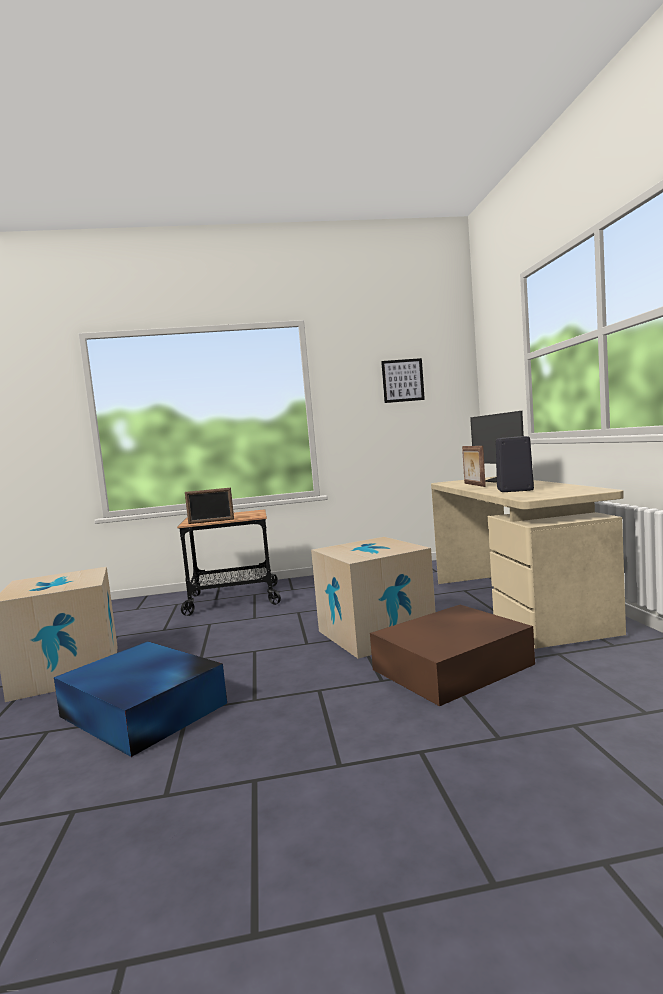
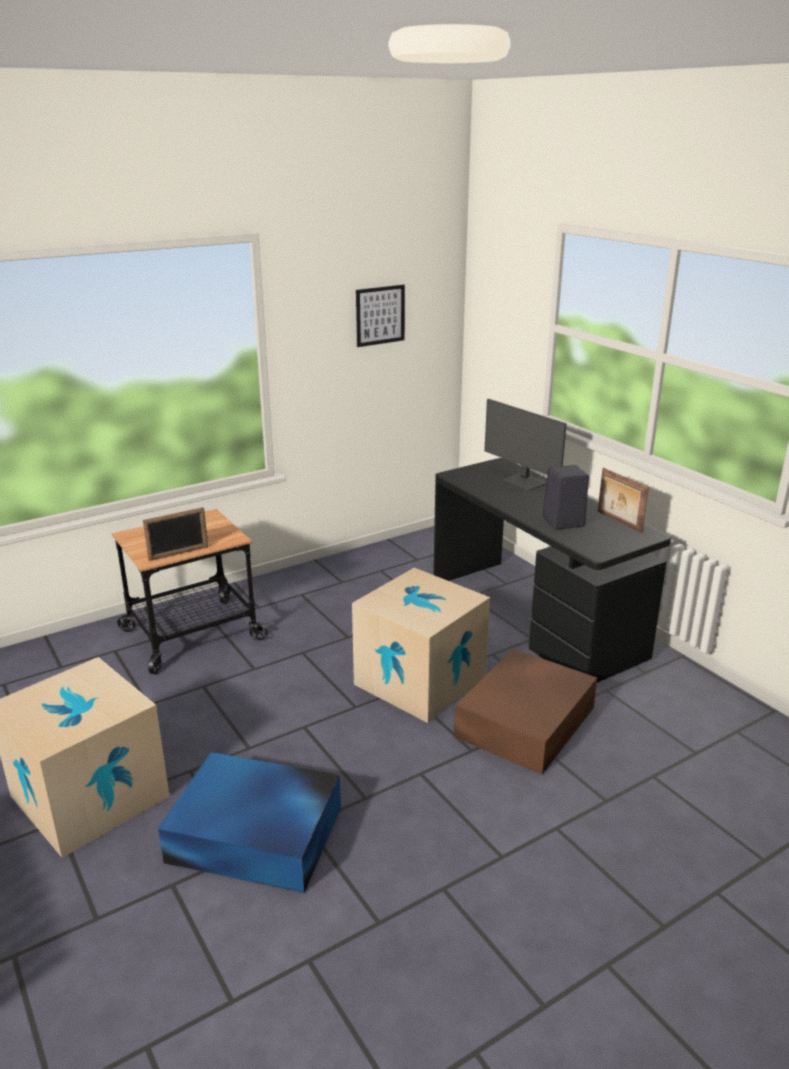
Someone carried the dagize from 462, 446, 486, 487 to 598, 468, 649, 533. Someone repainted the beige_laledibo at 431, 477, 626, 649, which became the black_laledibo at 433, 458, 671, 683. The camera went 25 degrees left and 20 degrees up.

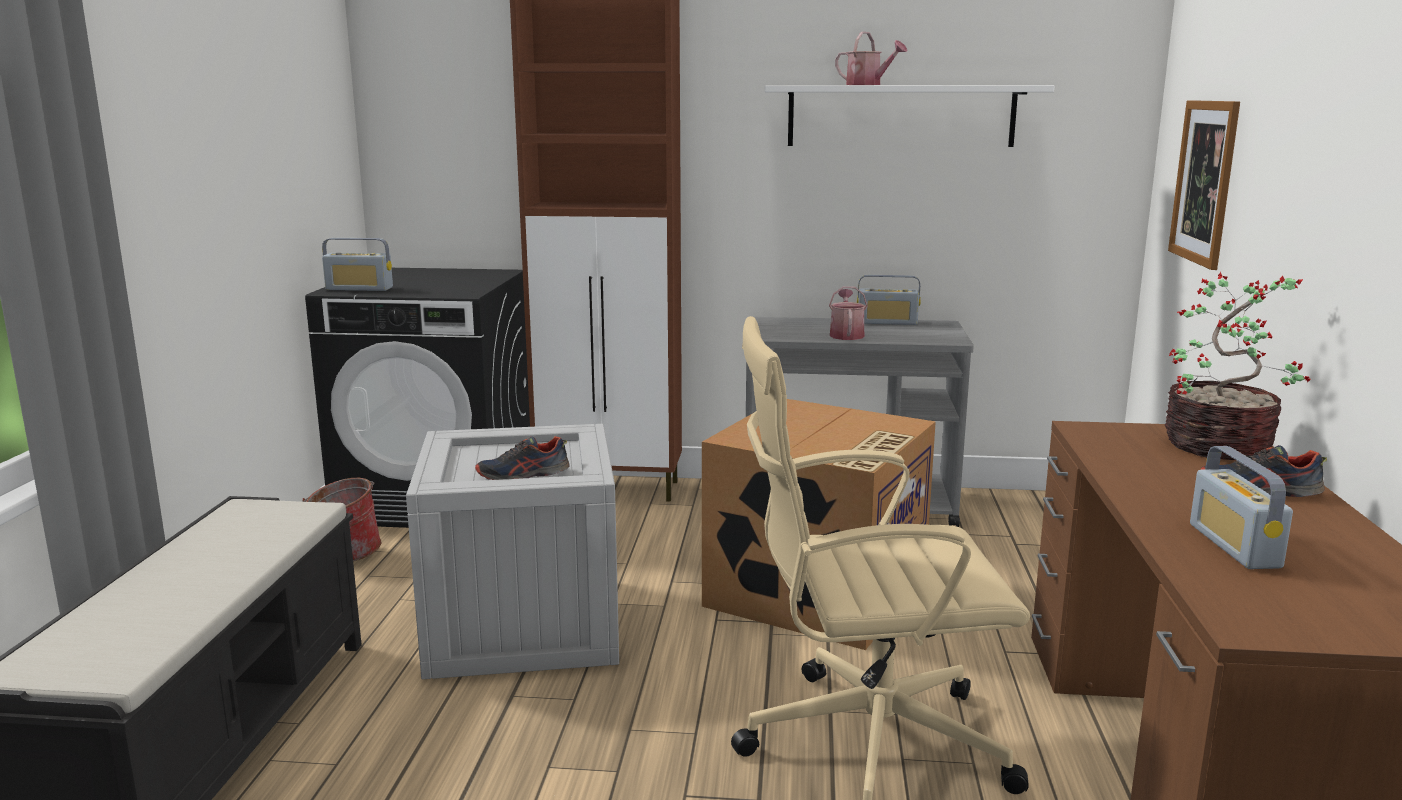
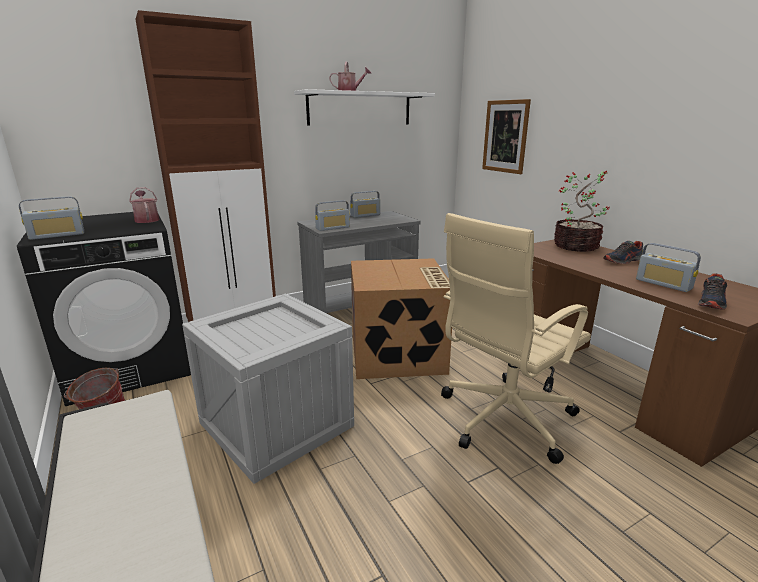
Someone carried the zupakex from 829, 286, 868, 340 to 129, 187, 159, 223. Someone carried the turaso from 475, 436, 570, 480 to 698, 274, 727, 310. Someone put down the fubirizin at 315, 200, 350, 231. The camera went 35 degrees left and 5 degrees up.

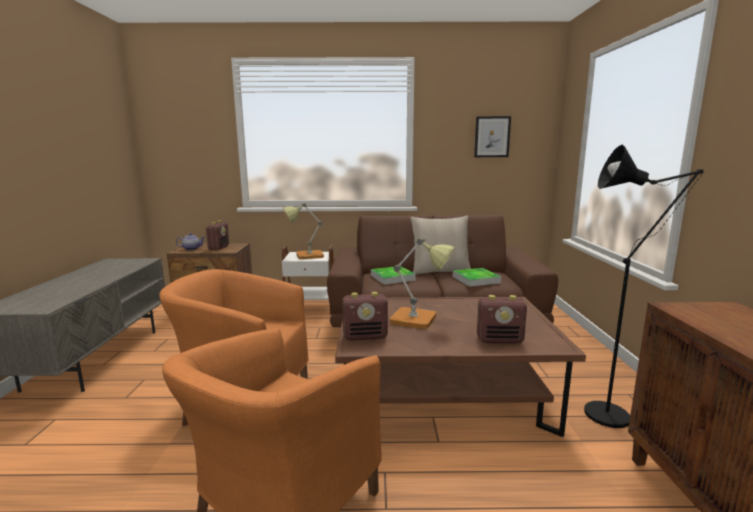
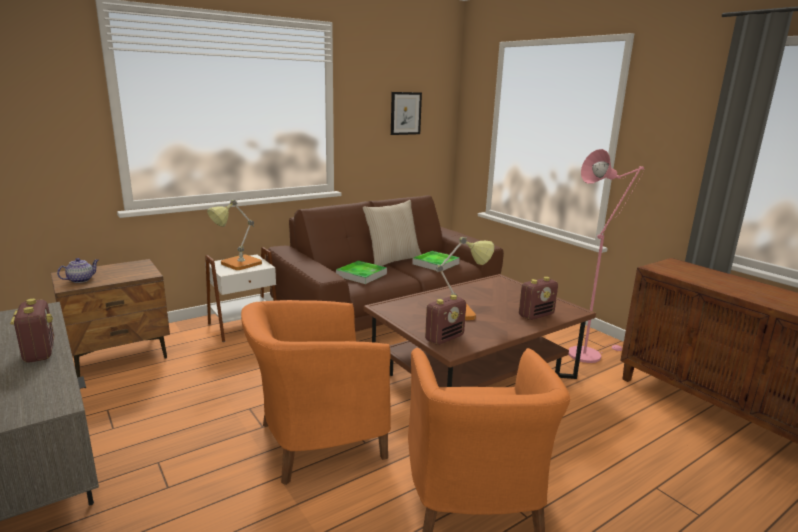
Someone repainted the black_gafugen at 584, 145, 704, 428, which became the pink_gafugen at 568, 149, 645, 363. Someone carried the fubirizin from 206, 220, 229, 250 to 10, 299, 54, 362. The camera went 35 degrees left and 5 degrees up.

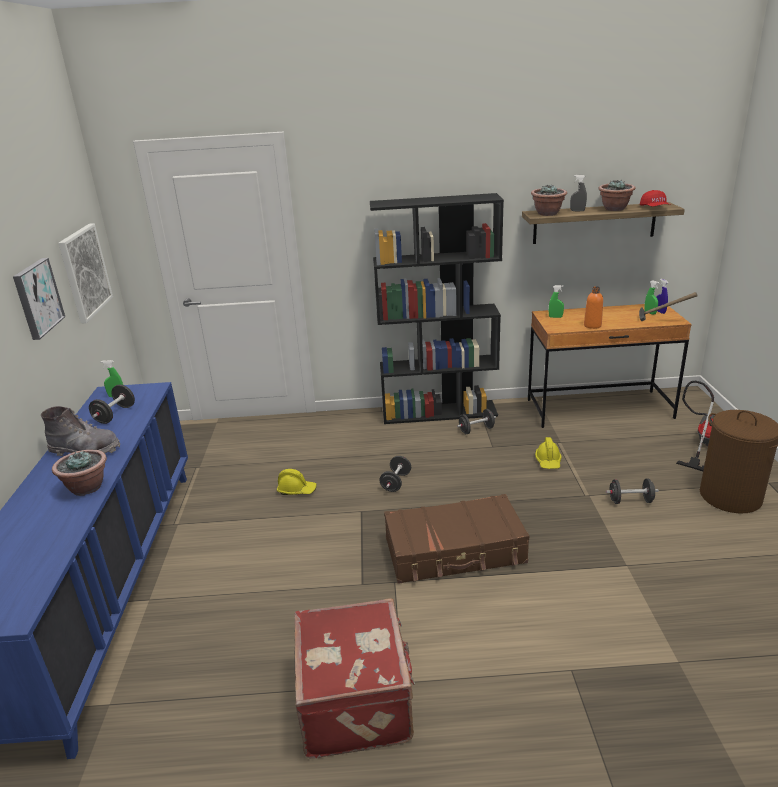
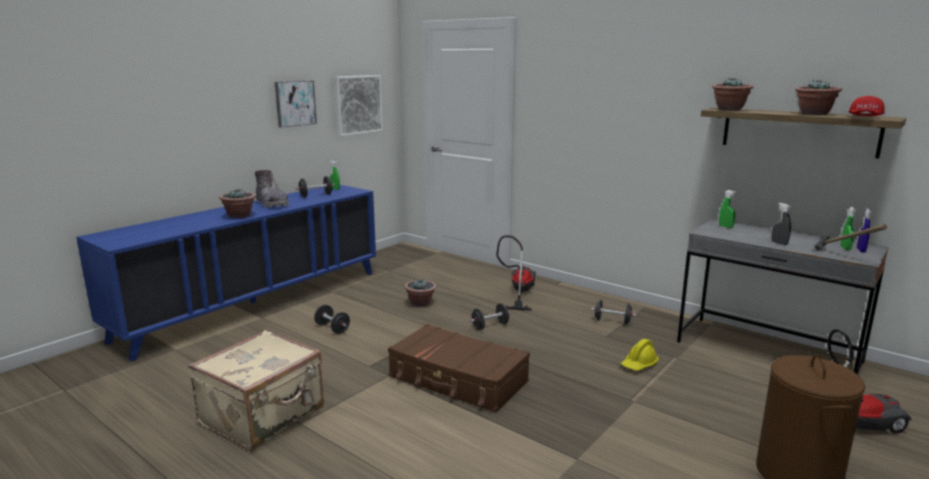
Someone carried the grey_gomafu from 570, 175, 587, 211 to 771, 203, 791, 245. Someone took away the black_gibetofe at 370, 193, 504, 424. Someone took away the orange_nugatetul at 584, 286, 603, 329. Someone repainted the brown_laledibo at 528, 304, 692, 428, which became the grey_laledibo at 677, 219, 889, 374. Someone swapped the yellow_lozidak at 277, 469, 317, 495 for the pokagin at 405, 280, 436, 307. Someone carried the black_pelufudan from 606, 478, 659, 504 to 314, 305, 350, 334. Someone repainted the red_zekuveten at 294, 598, 415, 759, which became the beige_zekuveten at 188, 330, 324, 450. Someone put down the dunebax at 496, 235, 536, 311. The camera went 40 degrees right and 10 degrees down.

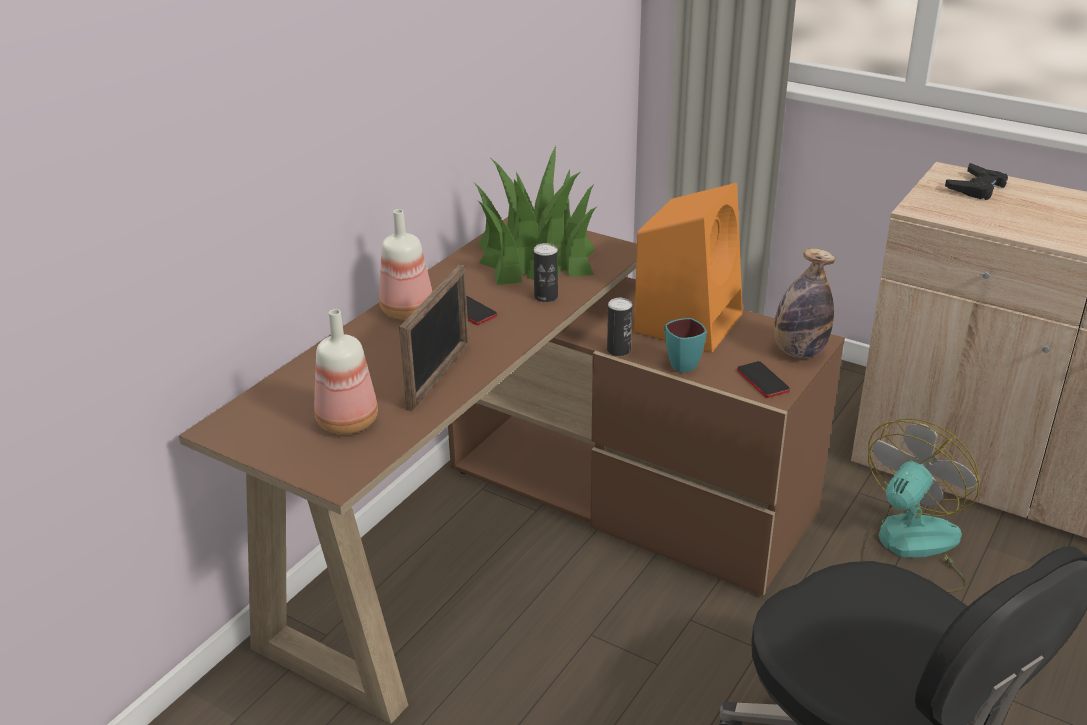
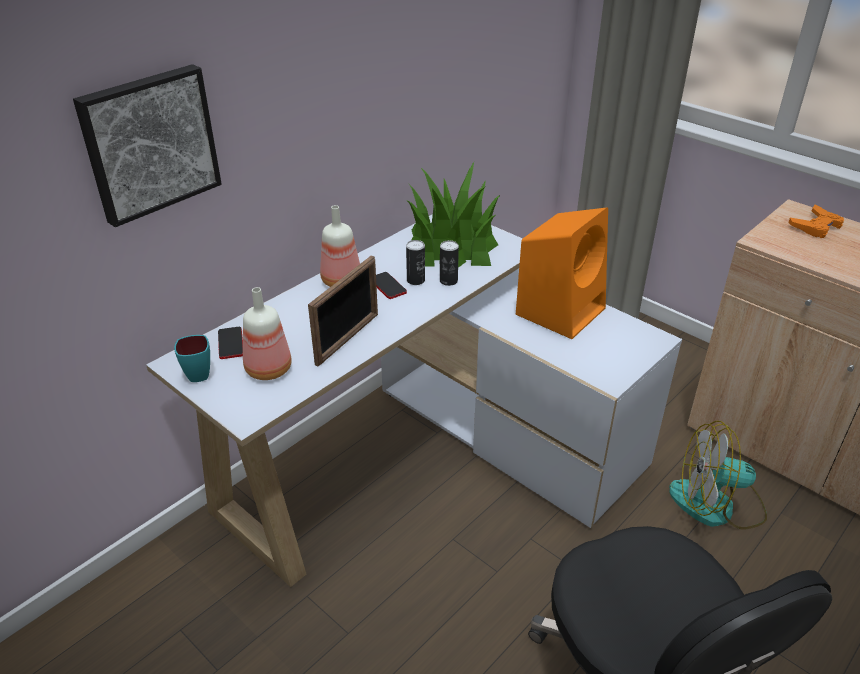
Someone repainted the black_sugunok at 945, 163, 1008, 200, which became the orange_sugunok at 788, 205, 844, 238. Someone repainted the brown_laledibo at 179, 217, 845, 724, which became the white_laledibo at 146, 214, 682, 587. Someone took away the nugatetul at 774, 248, 835, 358. Someone carried the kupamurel from 607, 298, 632, 356 to 406, 240, 425, 285. Someone carried the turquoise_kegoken from 664, 318, 706, 373 to 174, 335, 210, 382. Someone carried the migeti from 737, 361, 790, 398 to 218, 327, 243, 359. Someone rotated the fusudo at 861, 418, 979, 593 by 135 degrees counterclockwise. Someone put up the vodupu at 73, 64, 222, 227. The camera went 10 degrees right and 5 degrees up.

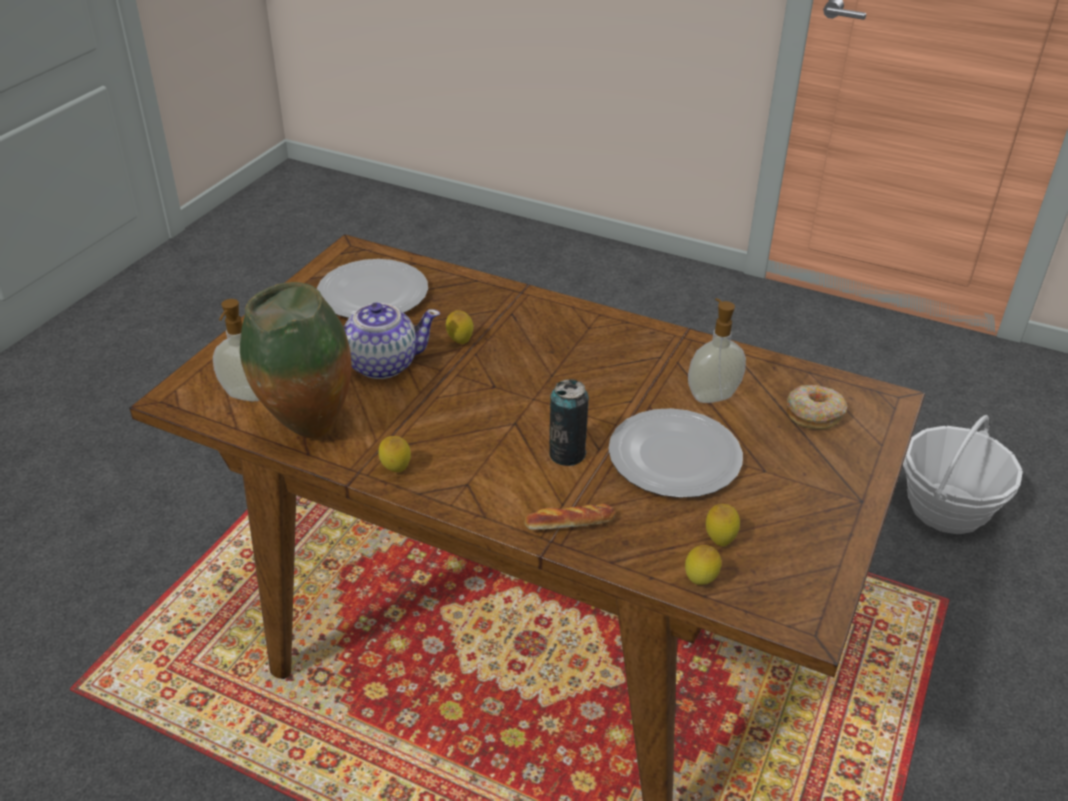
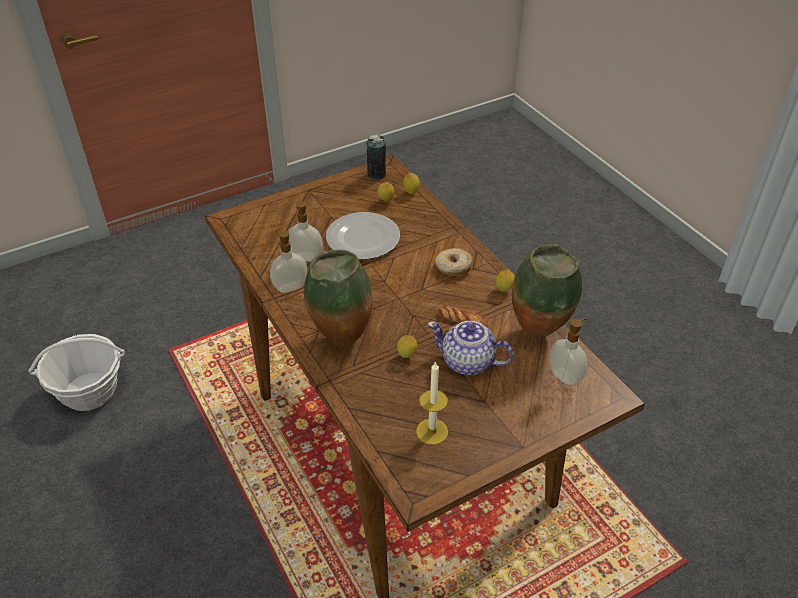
Someone swapped the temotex at 317, 259, 428, 318 for the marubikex at 416, 361, 448, 445. Someone carried the kupamurel from 549, 379, 589, 466 to 366, 134, 386, 180. Someone carried the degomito from 787, 385, 847, 429 to 435, 248, 473, 276. Someone carried the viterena from 525, 504, 616, 530 to 438, 305, 488, 327. Someone put down the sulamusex at 270, 229, 307, 293. Someone put down the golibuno at 304, 250, 373, 348. The camera went 145 degrees left and 5 degrees up.

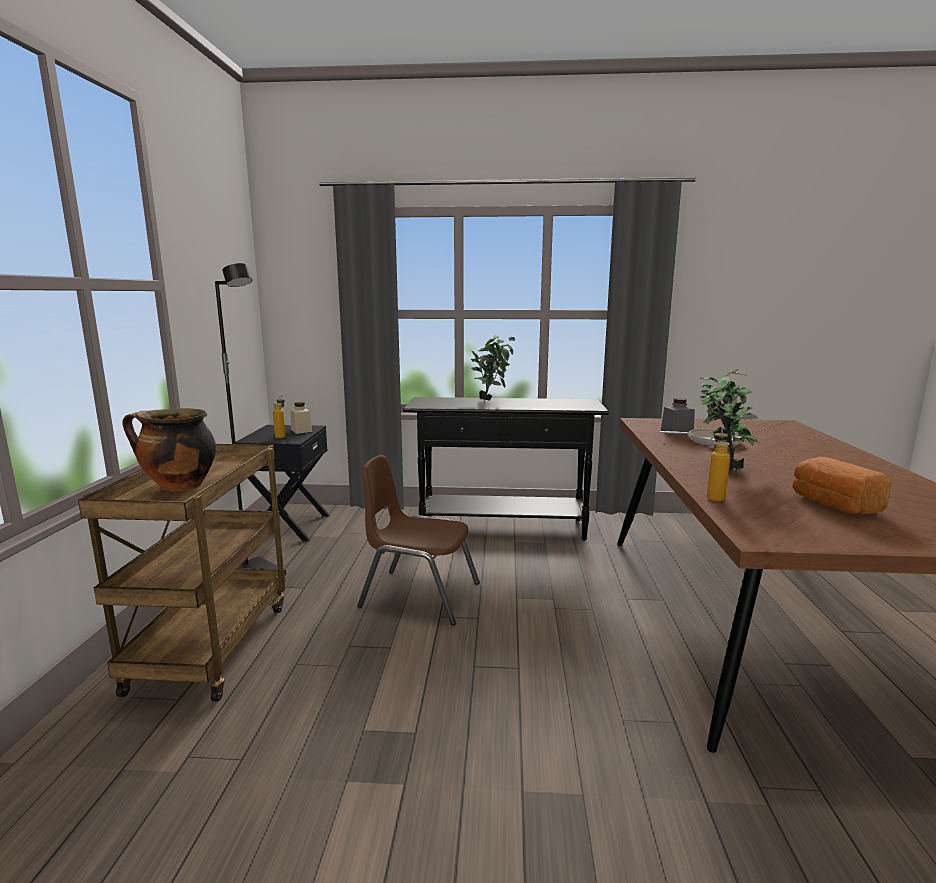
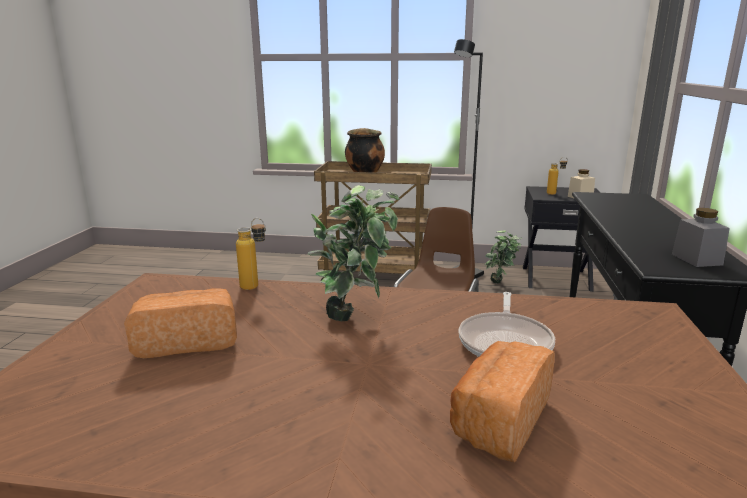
Someone carried the pokagin from 471, 335, 515, 401 to 484, 230, 522, 284. Someone carried the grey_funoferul from 661, 398, 695, 436 to 672, 208, 730, 267. Someone put down the viterena at 450, 341, 555, 463. The camera went 95 degrees right and 5 degrees up.

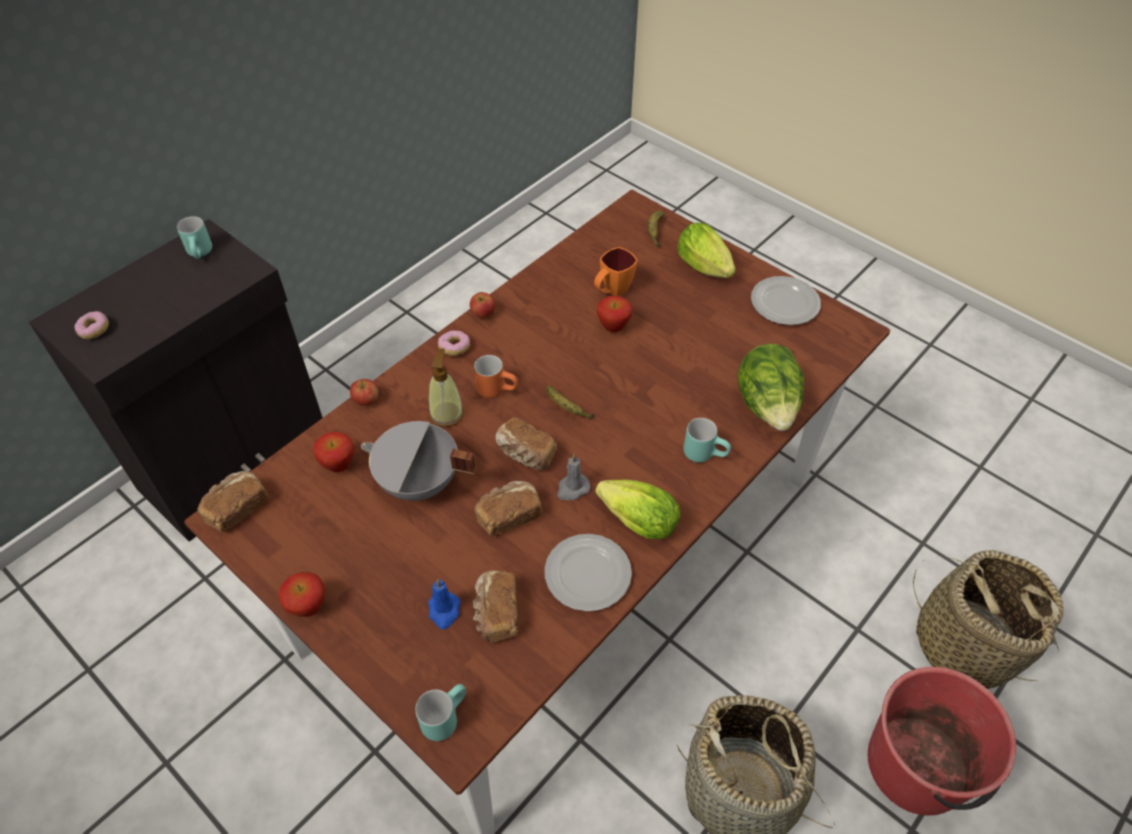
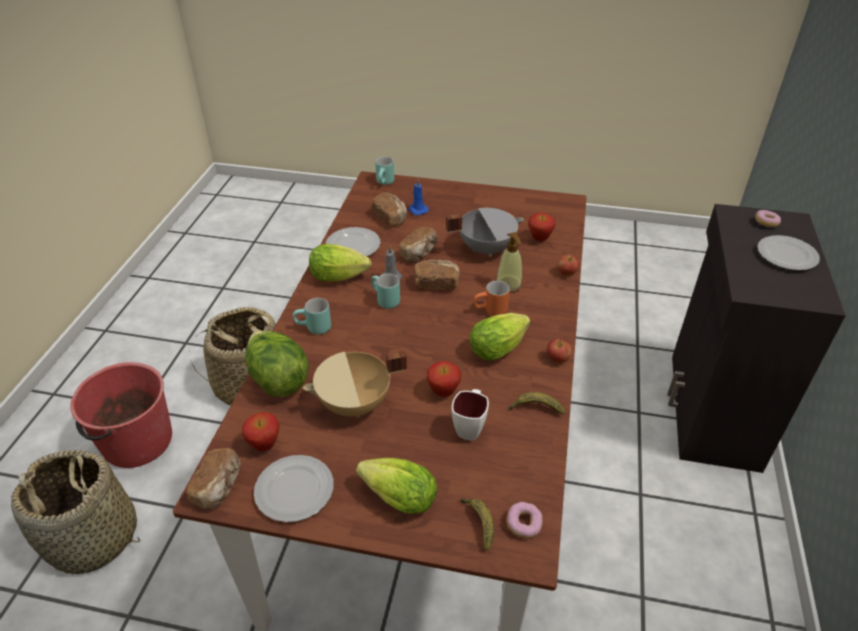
Someone carried the turquoise_kegoken from 177, 216, 212, 259 to 371, 273, 400, 309. Someone repainted the orange_kegoken at 594, 247, 637, 296, which became the white_kegoken at 452, 389, 489, 440. Someone carried the degomito from 438, 331, 470, 356 to 507, 502, 543, 538. Someone carried the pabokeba from 546, 386, 594, 419 to 509, 392, 565, 415. Someone carried the viterena from 198, 471, 268, 532 to 186, 448, 241, 509. Someone carried the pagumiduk from 278, 572, 326, 617 to 242, 412, 279, 451. Someone put down the temotex at 757, 235, 820, 270. Someone put down the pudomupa at 470, 313, 530, 360. Someone put down the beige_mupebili at 303, 351, 407, 417. The camera went 150 degrees right and 10 degrees down.

